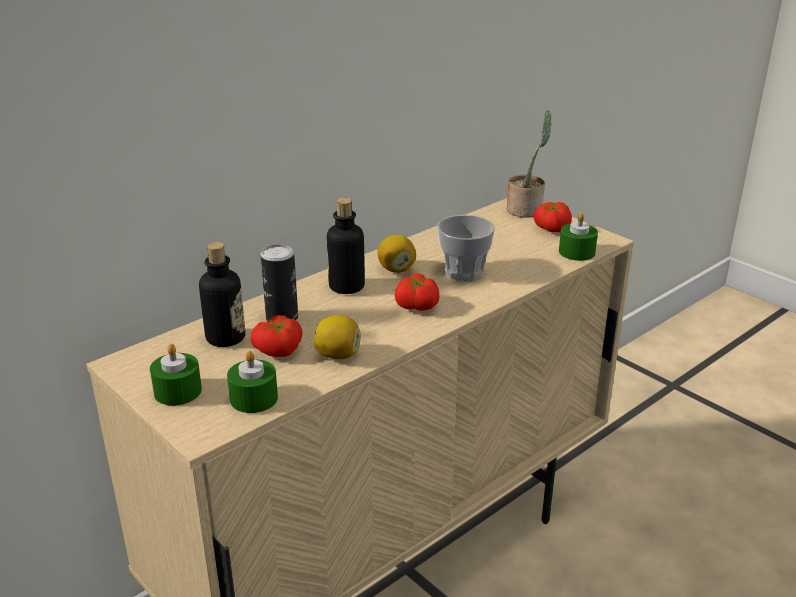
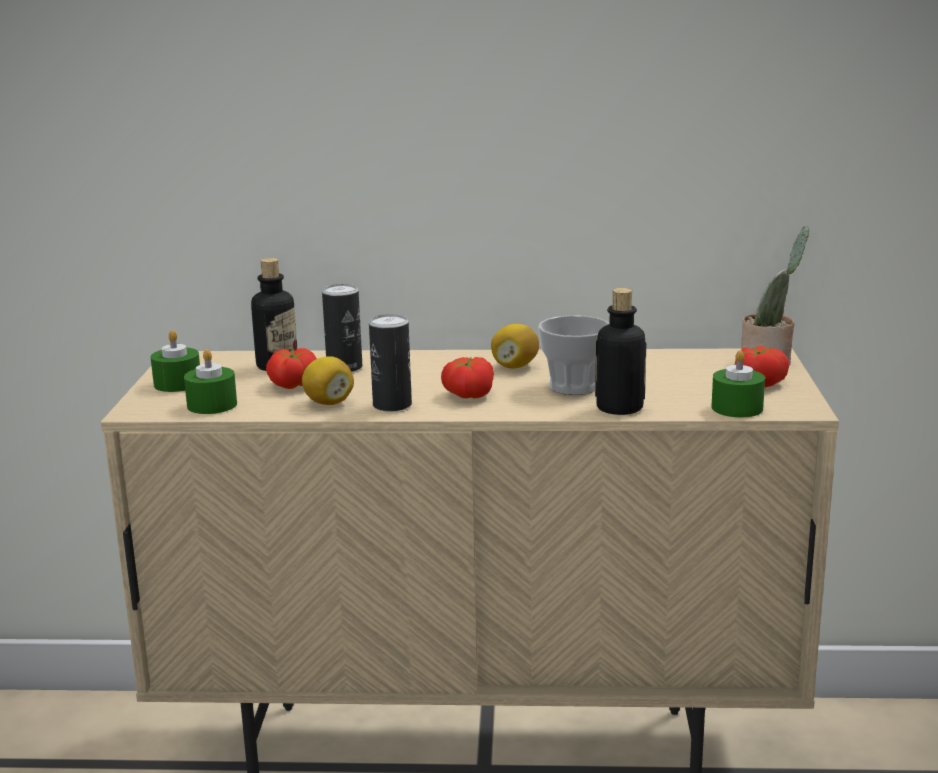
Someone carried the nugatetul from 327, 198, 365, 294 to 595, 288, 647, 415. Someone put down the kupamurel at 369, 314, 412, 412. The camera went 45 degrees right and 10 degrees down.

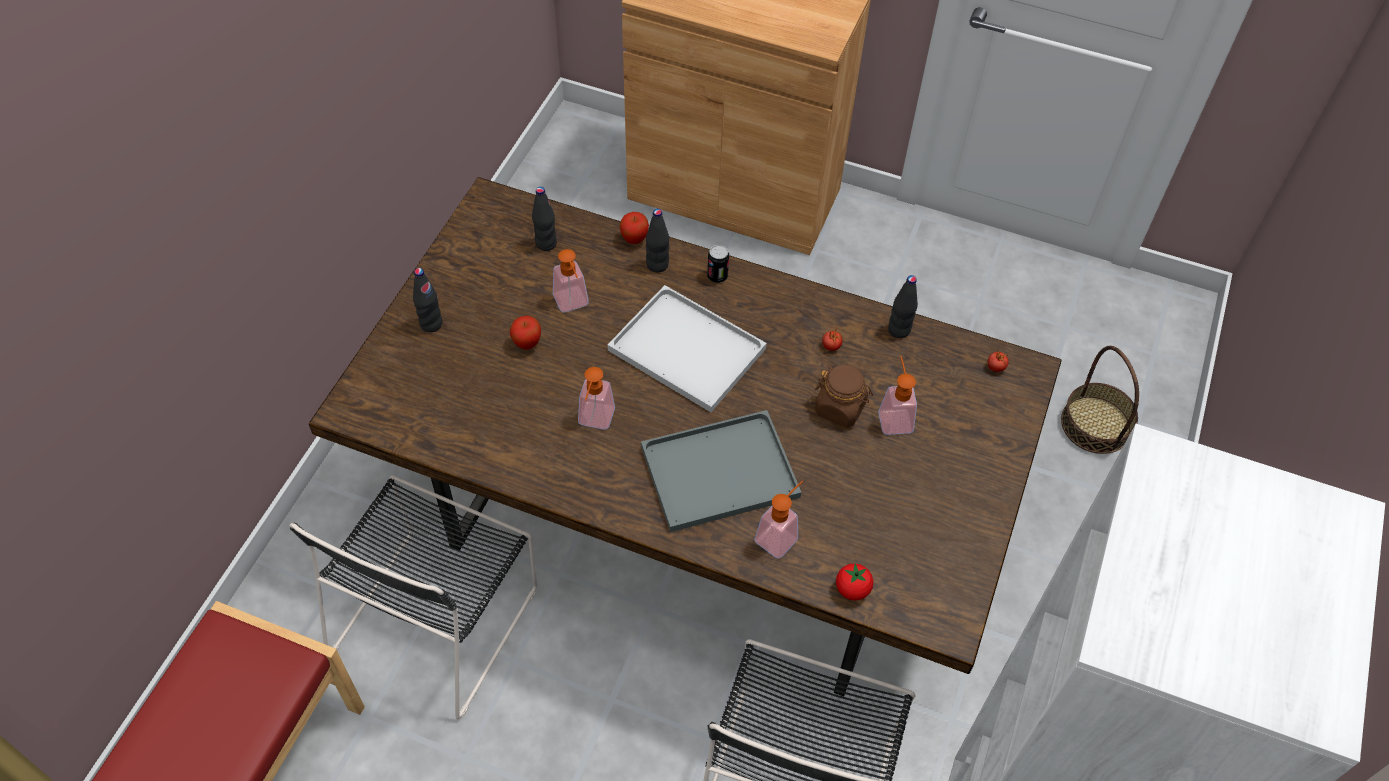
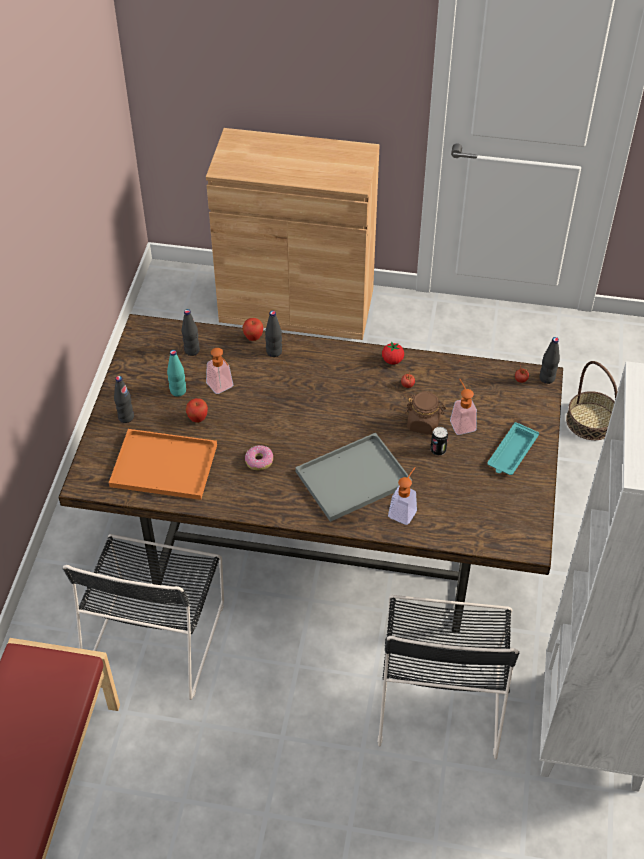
Someone carried the kupamurel from 707, 245, 729, 283 to 431, 427, 448, 455. Someone carried the black_nugatetul from 888, 275, 918, 338 to 539, 337, 560, 384. Someone took away the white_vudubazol at 608, 285, 767, 412. Someone swapped the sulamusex at 578, 367, 615, 430 for the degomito at 245, 445, 273, 470. Someone carried the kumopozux from 836, 563, 873, 601 to 382, 341, 404, 365. Someone put down the turquoise_nugatetul at 167, 350, 186, 397. Someone put down the turquoise_vudubazol at 488, 422, 539, 475. Someone put down the orange_vudubazol at 109, 429, 217, 500. The camera went 10 degrees left and 5 degrees down.

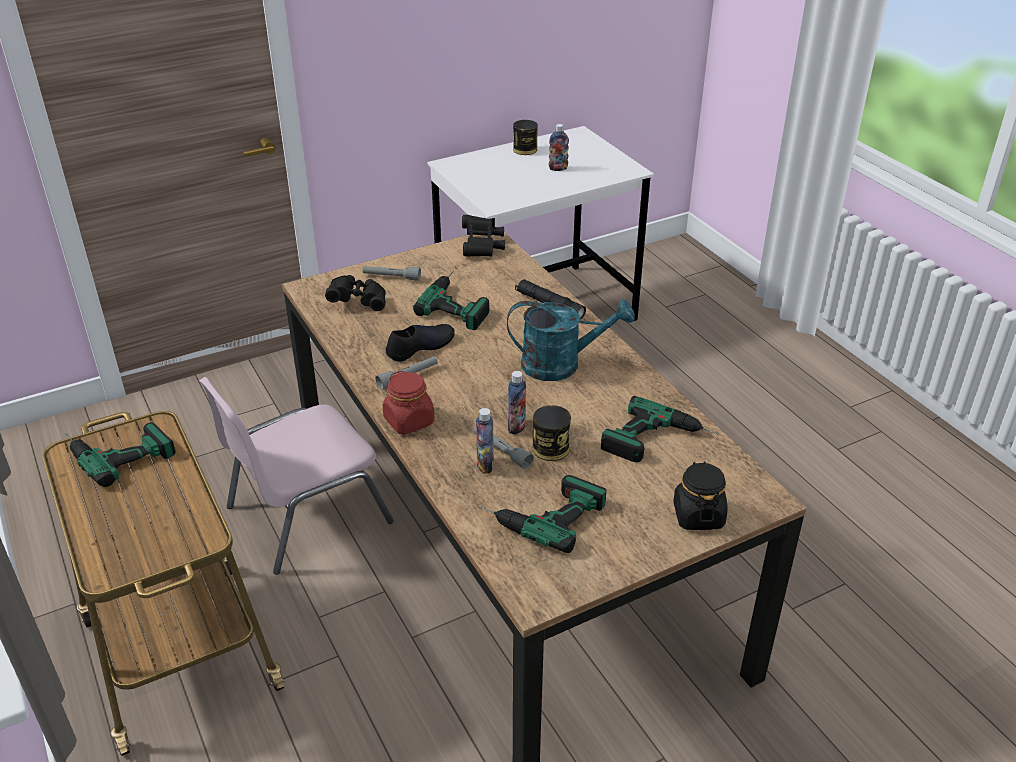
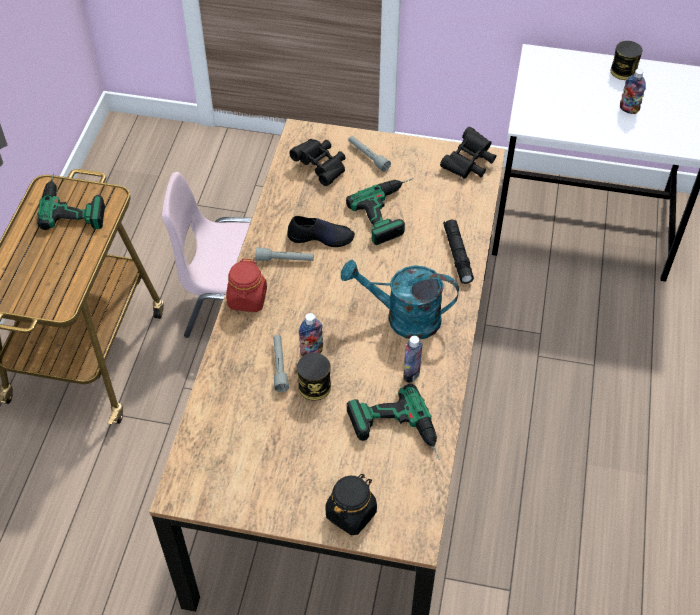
Someone rotated the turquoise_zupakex at 507, 299, 635, 381 by 150 degrees clockwise. Someone carried the nugatetul from 476, 408, 494, 474 to 403, 336, 422, 383. Someone took away the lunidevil at 479, 475, 607, 553. The camera went 40 degrees right and 15 degrees up.

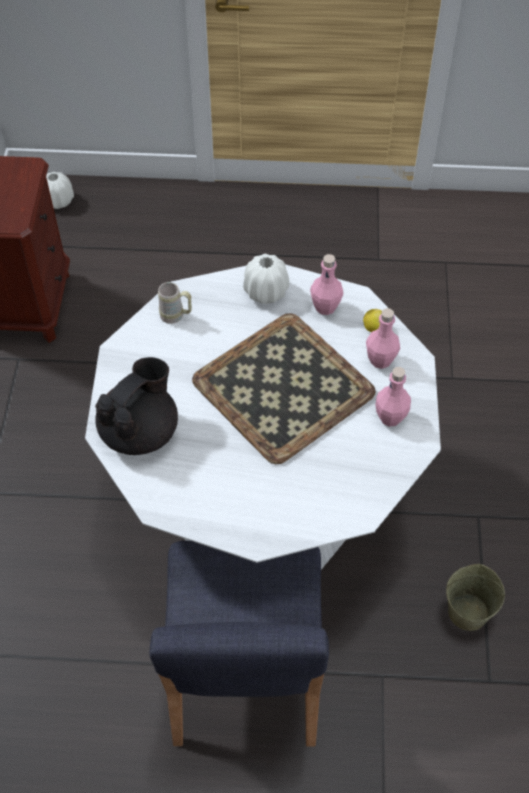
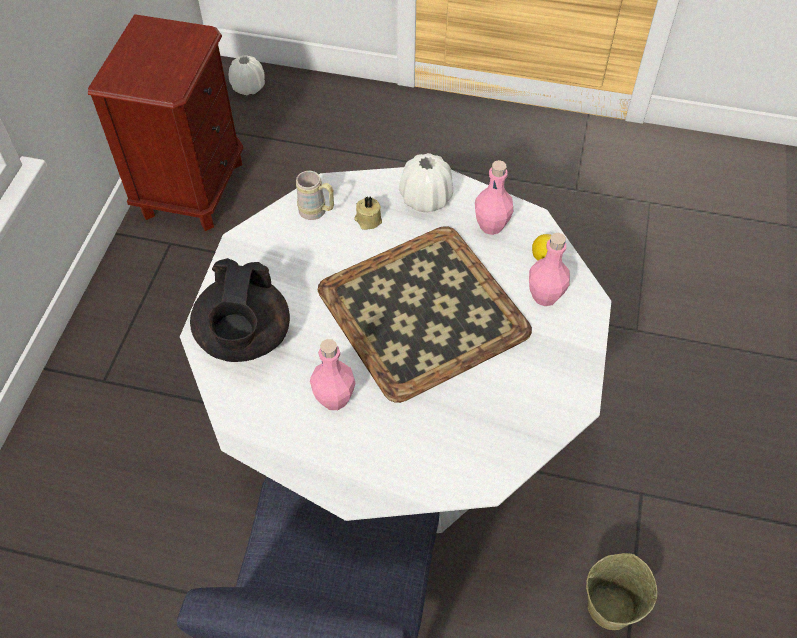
Someone rotated the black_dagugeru at 95, 357, 178, 455 by 135 degrees clockwise. Someone carried the pink_nugatetul from 376, 367, 411, 427 to 310, 339, 355, 410. Someone put down the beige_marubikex at 354, 196, 382, 230. The camera went 10 degrees right and 0 degrees up.

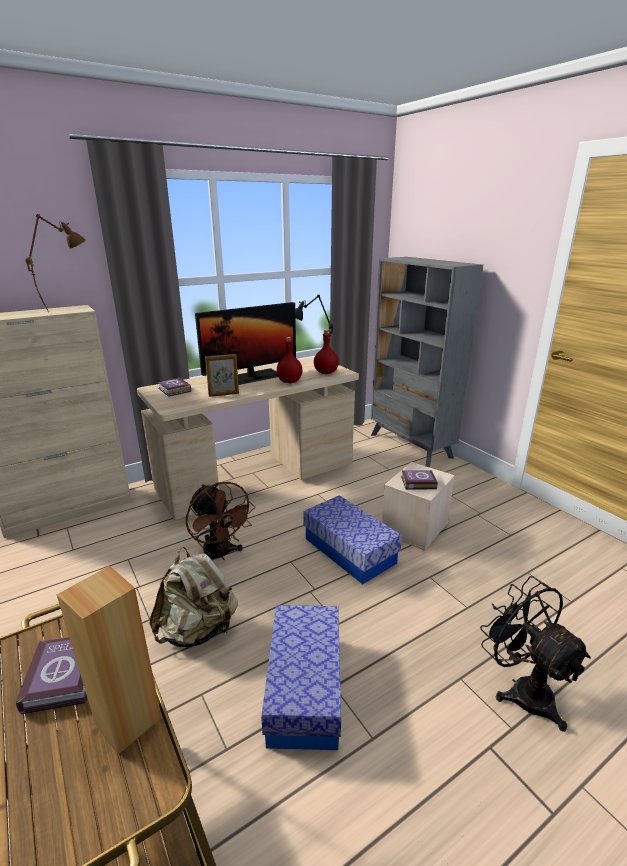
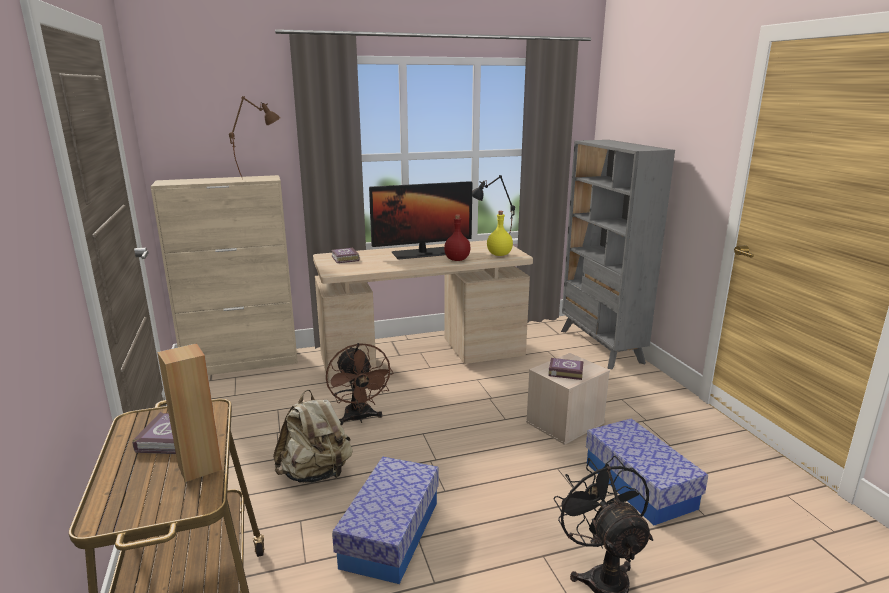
Someone repainted the red_nugatetul at 314, 330, 339, 374, which became the yellow_nugatetul at 487, 211, 513, 256. Someone took away the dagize at 205, 354, 239, 397. Someone carried the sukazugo from 303, 495, 402, 584 to 586, 418, 708, 525. The camera went 15 degrees right and 5 degrees down.

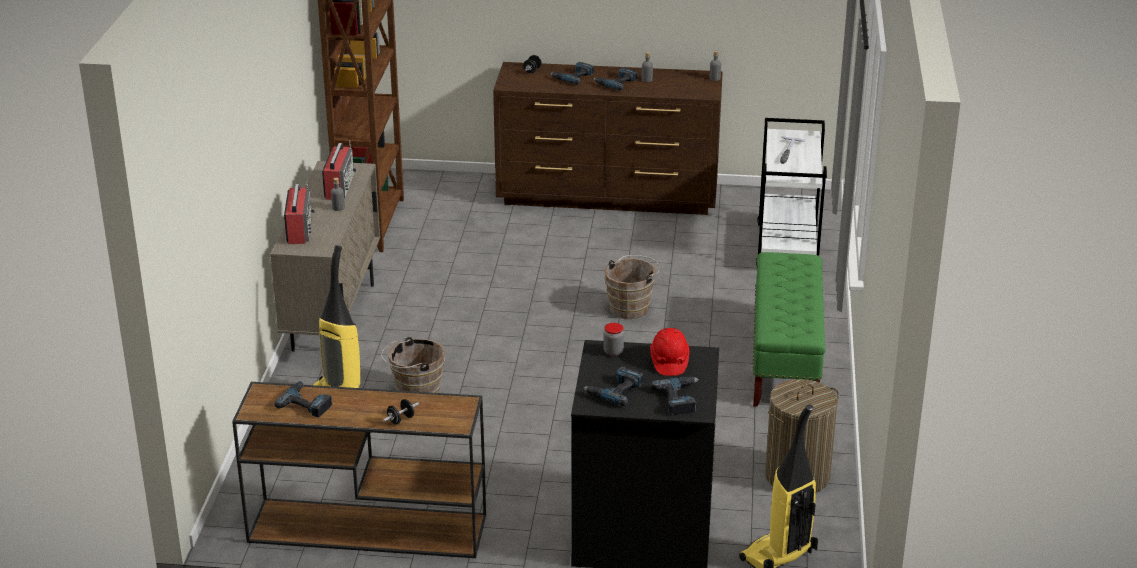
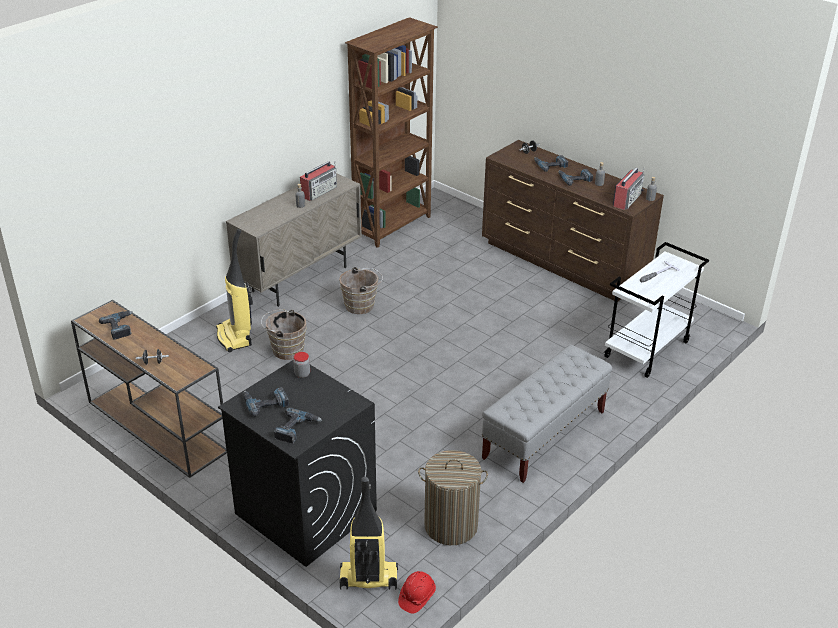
Someone carried the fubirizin from 284, 180, 315, 244 to 613, 168, 644, 210. Someone repainted the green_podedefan at 753, 252, 826, 407, which became the grey_podedefan at 482, 345, 612, 483. Someone carried the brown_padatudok from 604, 255, 660, 319 to 339, 267, 383, 314. Someone carried the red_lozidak from 650, 328, 689, 376 to 398, 571, 436, 613. The camera went 35 degrees right and 5 degrees up.

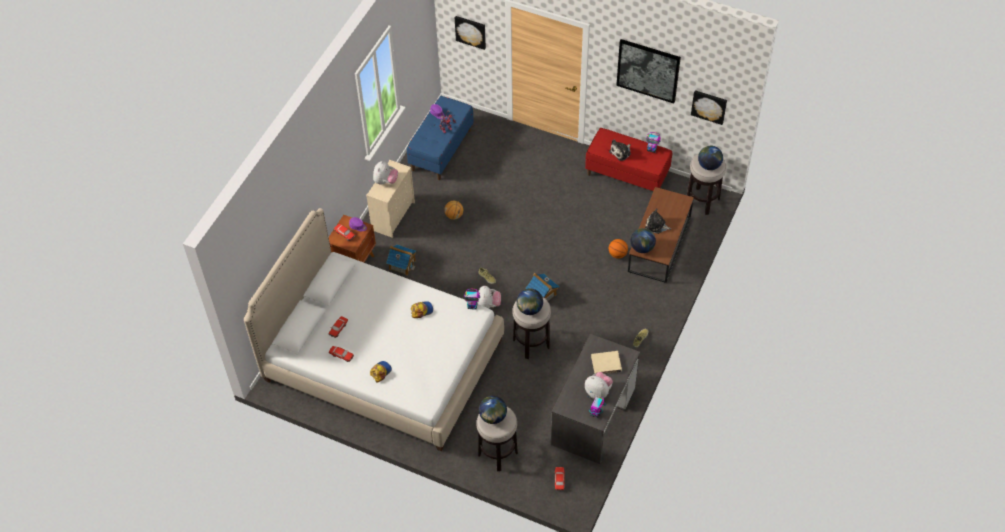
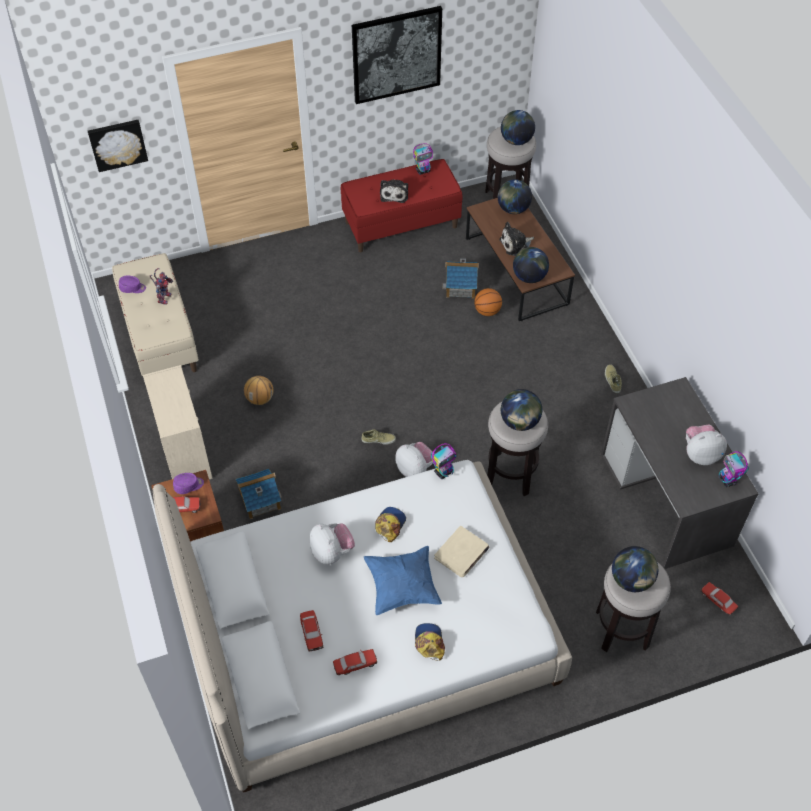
Someone took away the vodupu at 691, 90, 727, 125. Someone repainted the blue_podedefan at 407, 96, 474, 180, which became the beige_podedefan at 112, 253, 199, 376. Someone carried the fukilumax from 373, 161, 398, 184 to 310, 523, 355, 565. Someone carried the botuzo from 525, 273, 560, 301 to 442, 259, 479, 299. Someone carried the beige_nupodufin from 591, 351, 622, 374 to 434, 526, 489, 577. Someone put down the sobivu at 498, 179, 532, 214. Someone put down the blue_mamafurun at 364, 546, 442, 615. The camera went 45 degrees left and 0 degrees up.

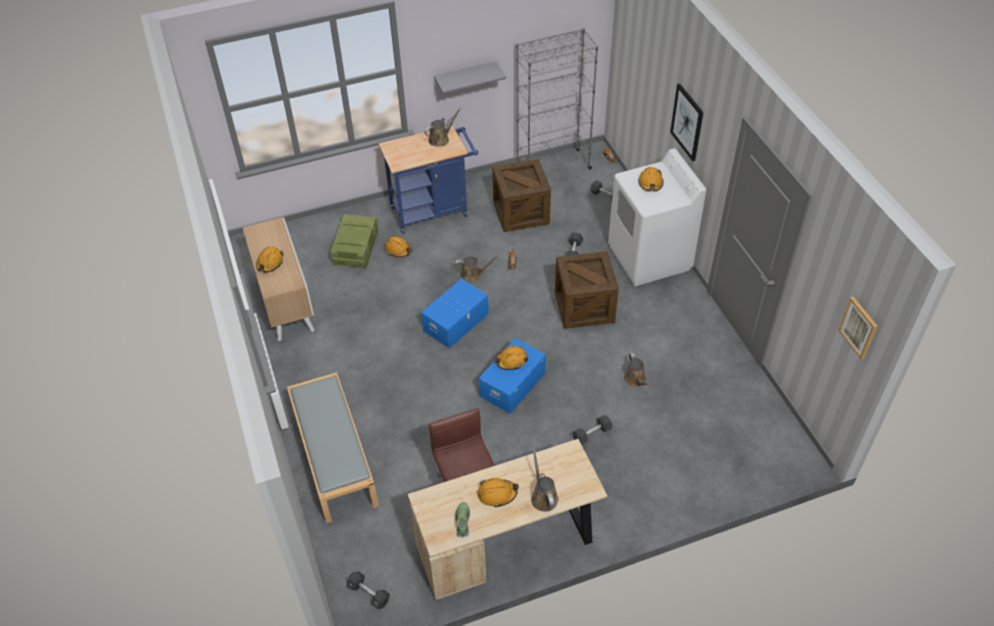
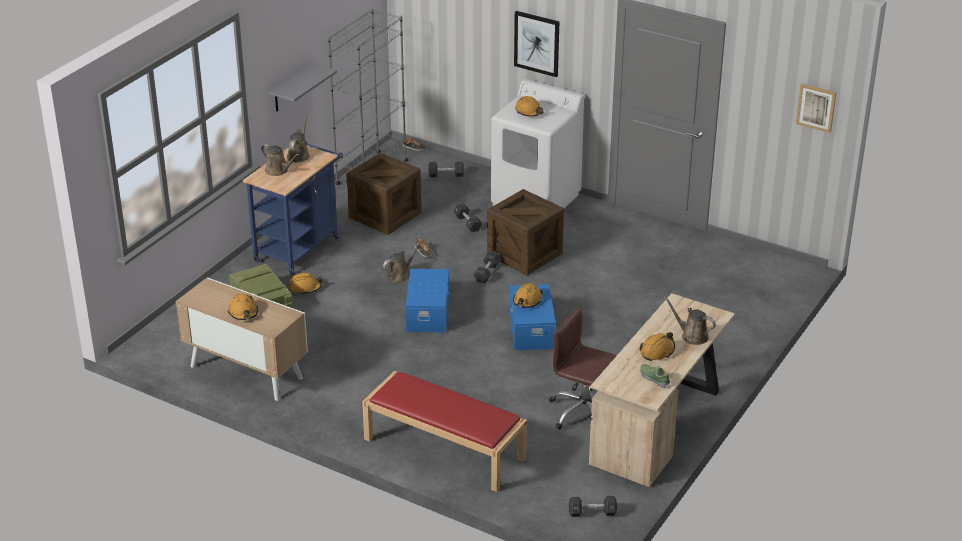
Someone carried the brown_zupakex from 624, 352, 649, 387 to 261, 144, 300, 176. Someone repainted the grey_podedefan at 287, 372, 379, 523, which became the red_podedefan at 362, 371, 527, 492. Someone carried the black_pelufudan from 573, 415, 612, 445 to 473, 252, 500, 283. The camera went 40 degrees left and 15 degrees down.

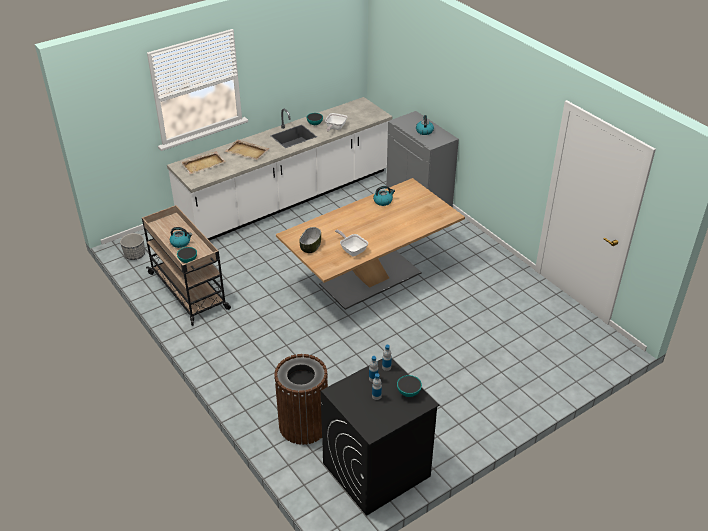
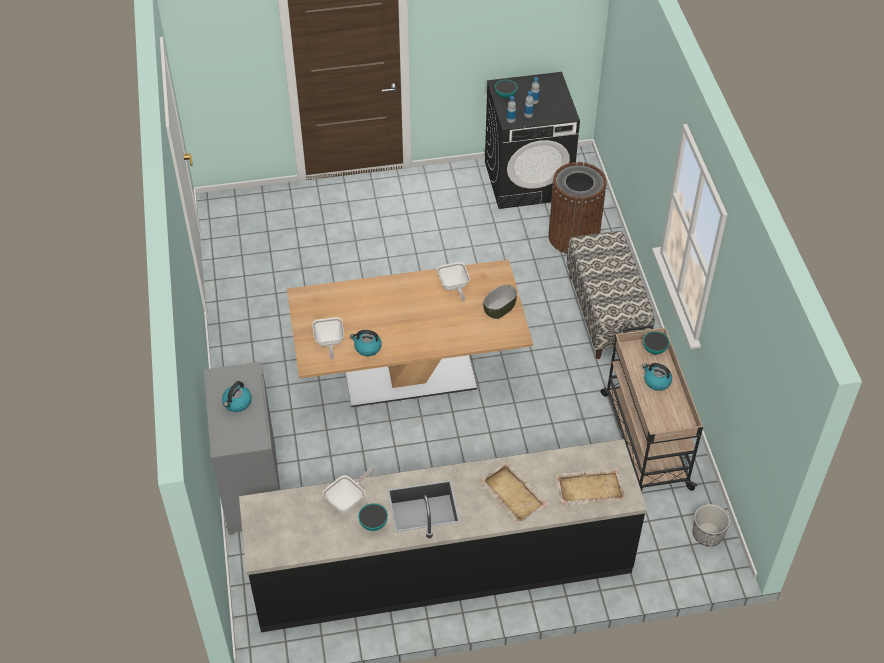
Someone repainted the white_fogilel at 167, 97, 392, 241, which became the black_fogilel at 239, 439, 647, 632. Someone put down the podedefan at 566, 231, 655, 359. Someone put down the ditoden at 312, 317, 344, 360. The camera went 155 degrees left and 10 degrees up.

